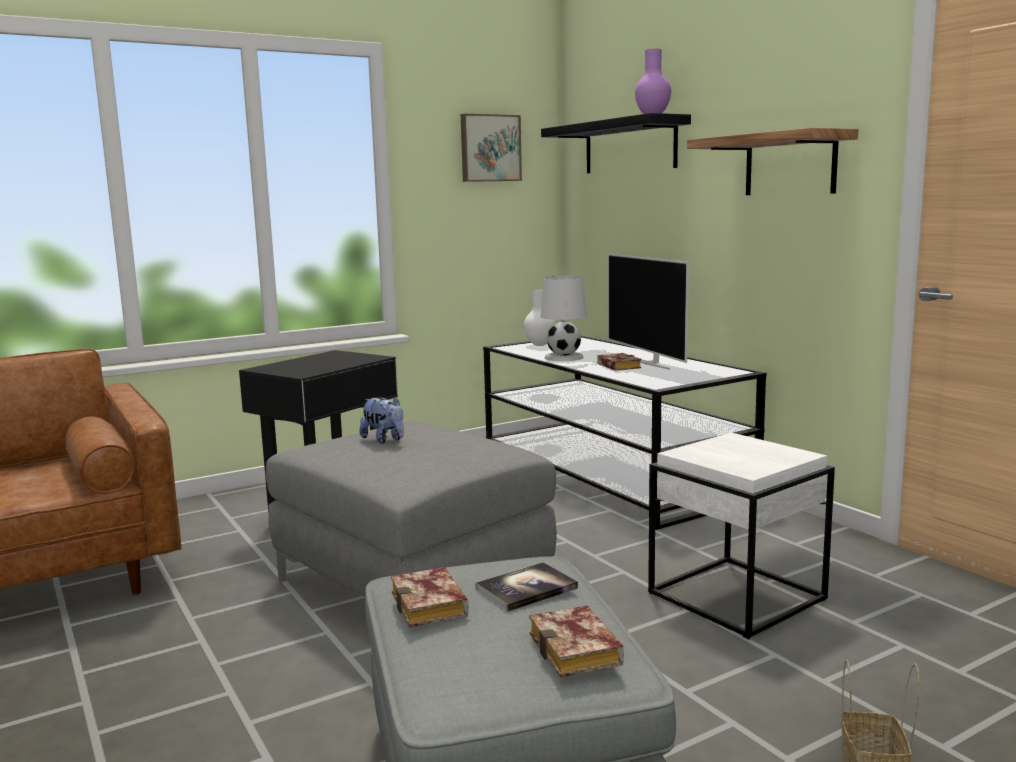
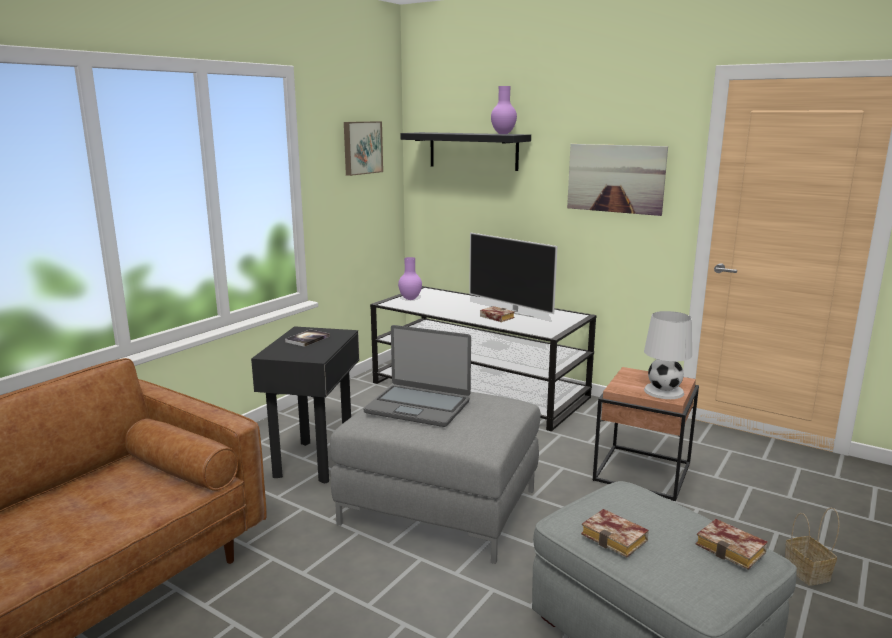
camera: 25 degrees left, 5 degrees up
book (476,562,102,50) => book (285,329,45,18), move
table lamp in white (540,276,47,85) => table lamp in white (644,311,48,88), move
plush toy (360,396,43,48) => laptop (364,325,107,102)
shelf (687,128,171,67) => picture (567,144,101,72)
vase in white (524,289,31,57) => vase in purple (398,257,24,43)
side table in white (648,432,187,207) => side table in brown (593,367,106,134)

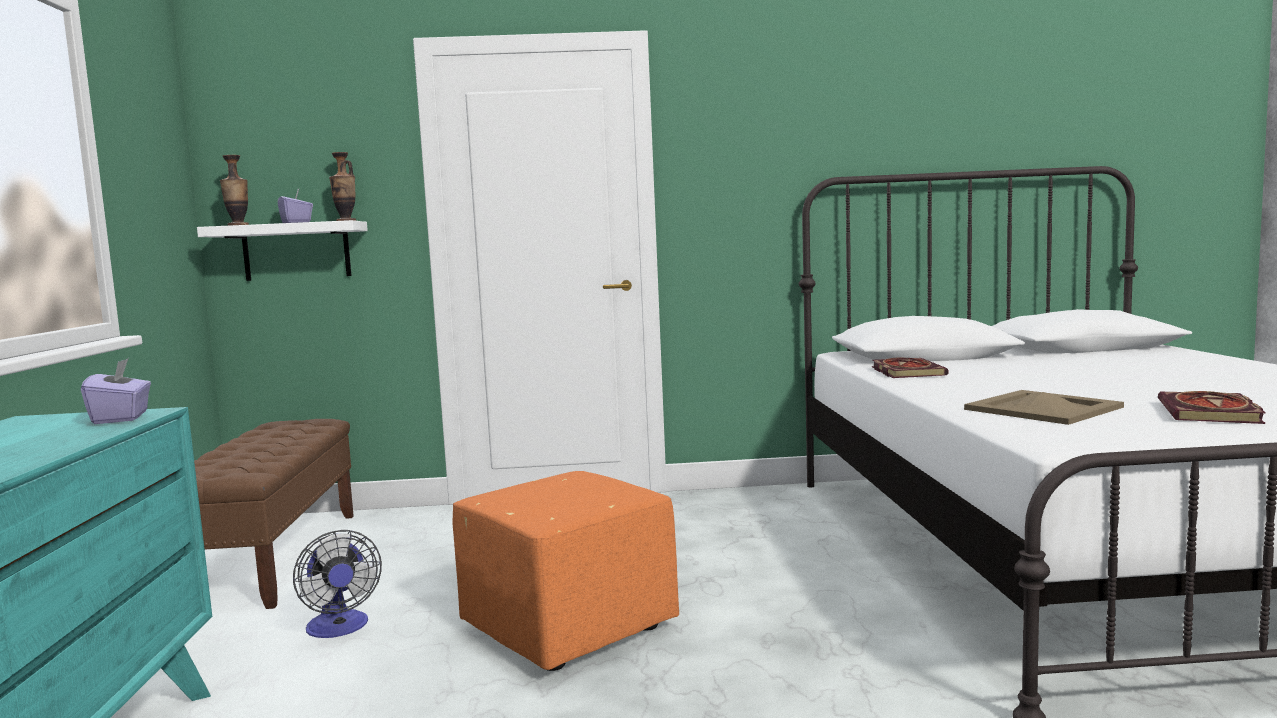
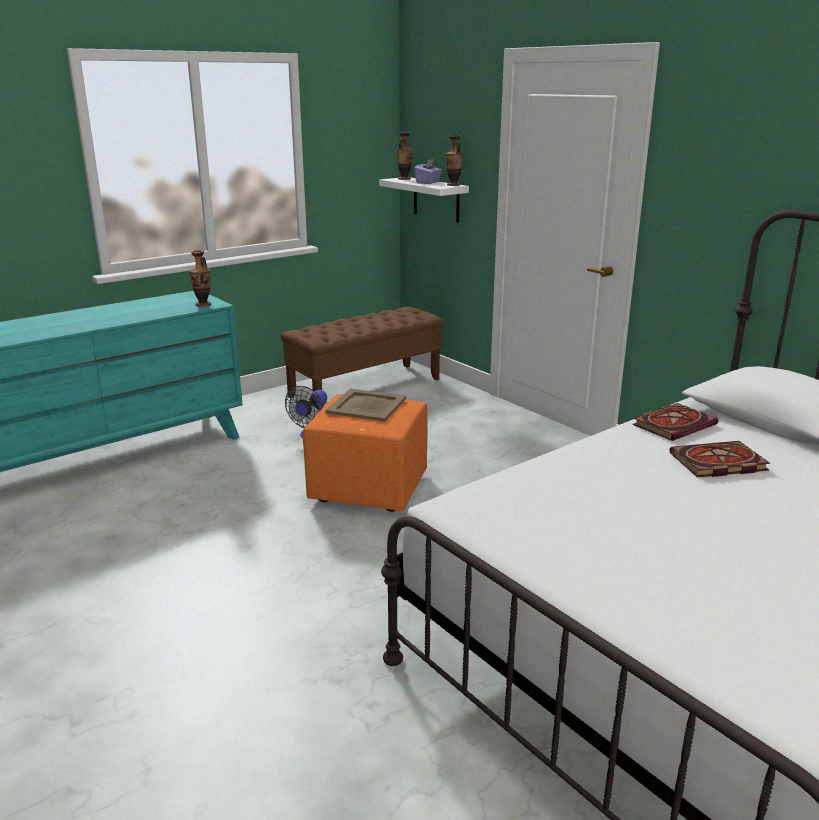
camera: 55 degrees right, 15 degrees up
tray in beige (964,390,160,35) => tray in beige (325,389,81,33), move
book (1158,391,108,33) => book (669,441,101,36), move
tissue box in purple (81,358,70,66) => vase (190,250,21,57)

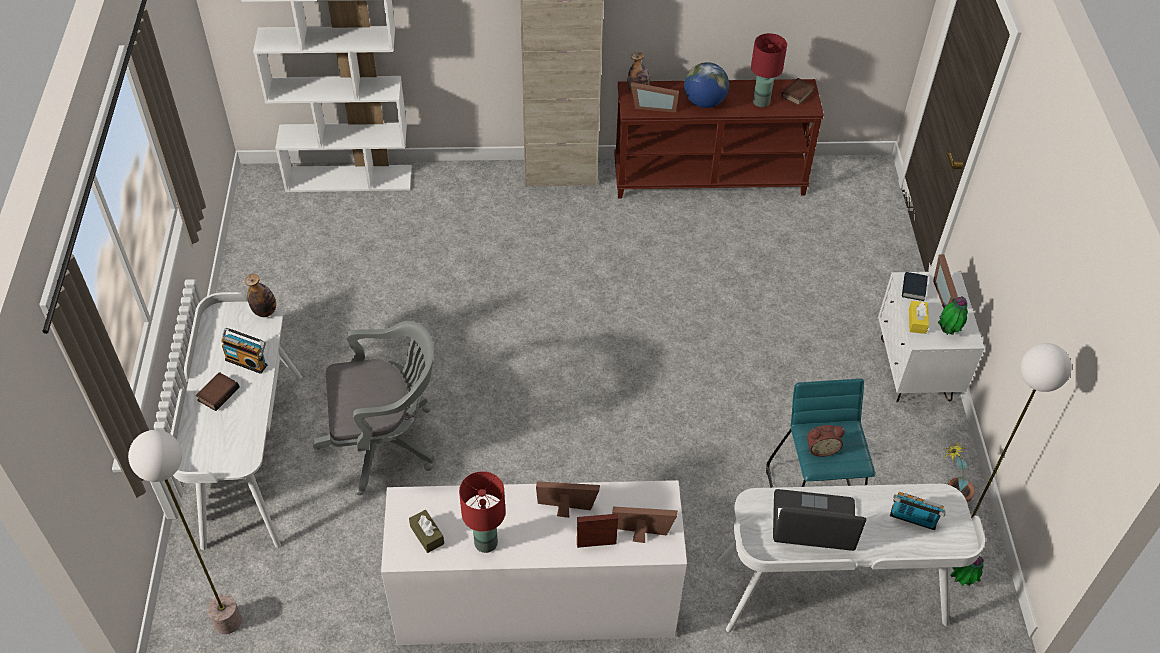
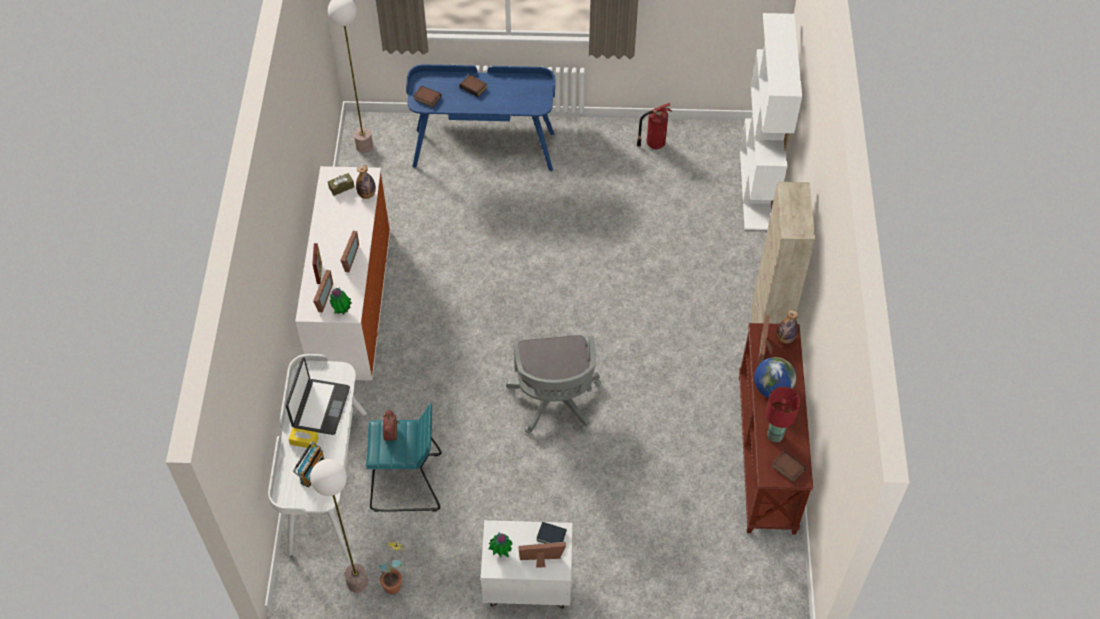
camera: 95 degrees right, 5 degrees up
radio (221,328,46,46) => nothing
table lamp in red (459,471,47,82) => nothing
nothing => book (413,85,28,22)
nothing => fire extinguisher (637,103,35,46)
bottle (245,274,31,43) => bottle (356,165,20,34), move
office chair in grey (313,321,122,174) => office chair in grey (506,335,95,98), move
tissue box in yellow (909,301,20,33) => tissue box in yellow (289,428,30,21), move
potted plant (950,556,34,31) => potted plant (330,287,22,28), move
desk in white (170,292,132,258) => desk in blue (406,64,149,107)

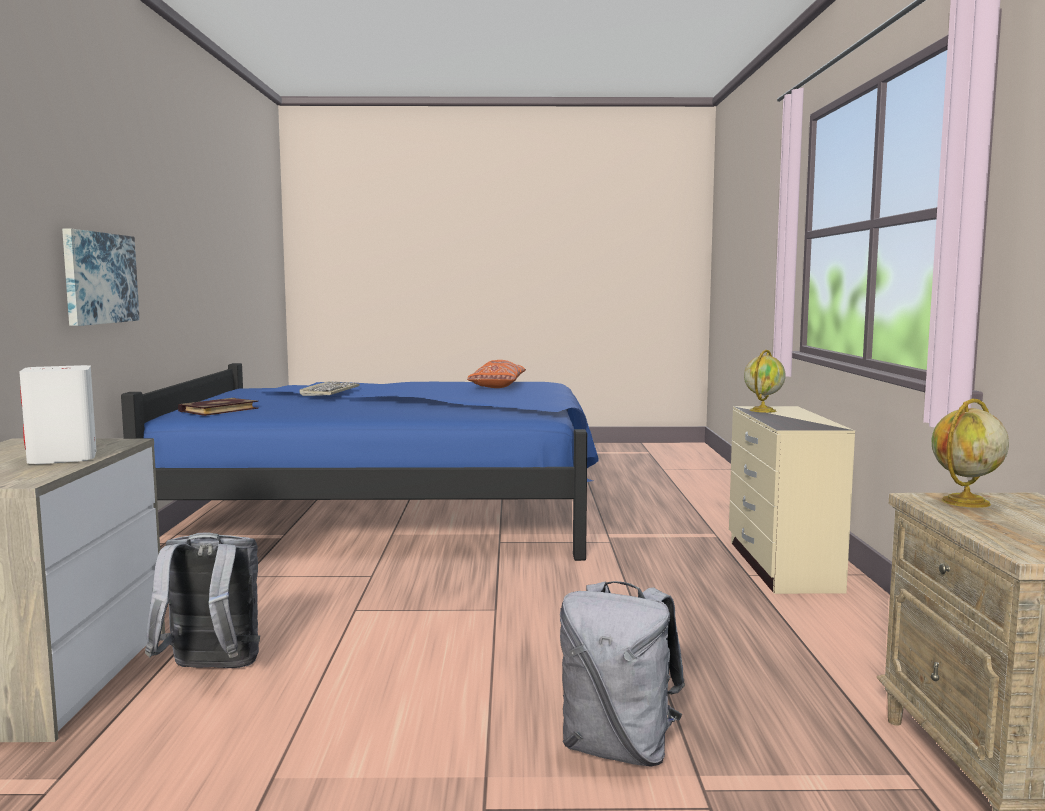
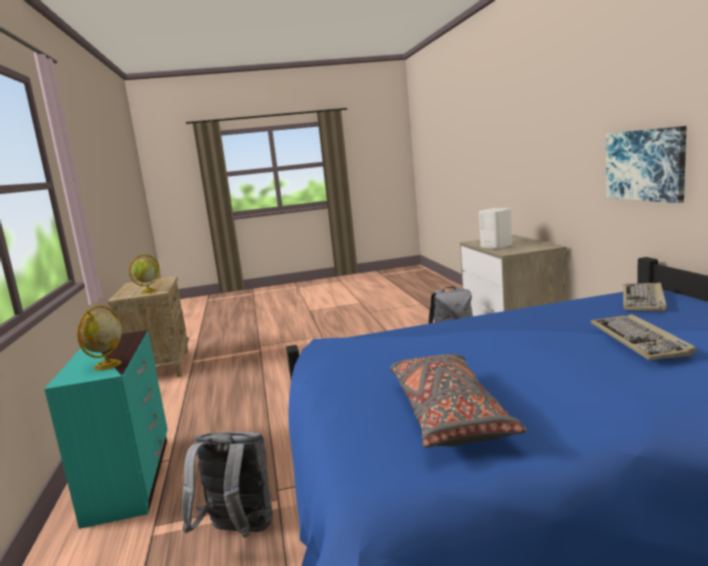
camera: 170 degrees right, 5 degrees up
backpack in grey (560,581,125,186) => backpack in grey (182,431,91,107), move
book (178,398,80,18) => keyboard (623,282,44,30)
pillow in orange (467,360,59,28) => pillow in grey (390,354,136,93)
dresser in beige (729,406,126,188) => dresser in turquoise (44,330,124,199)

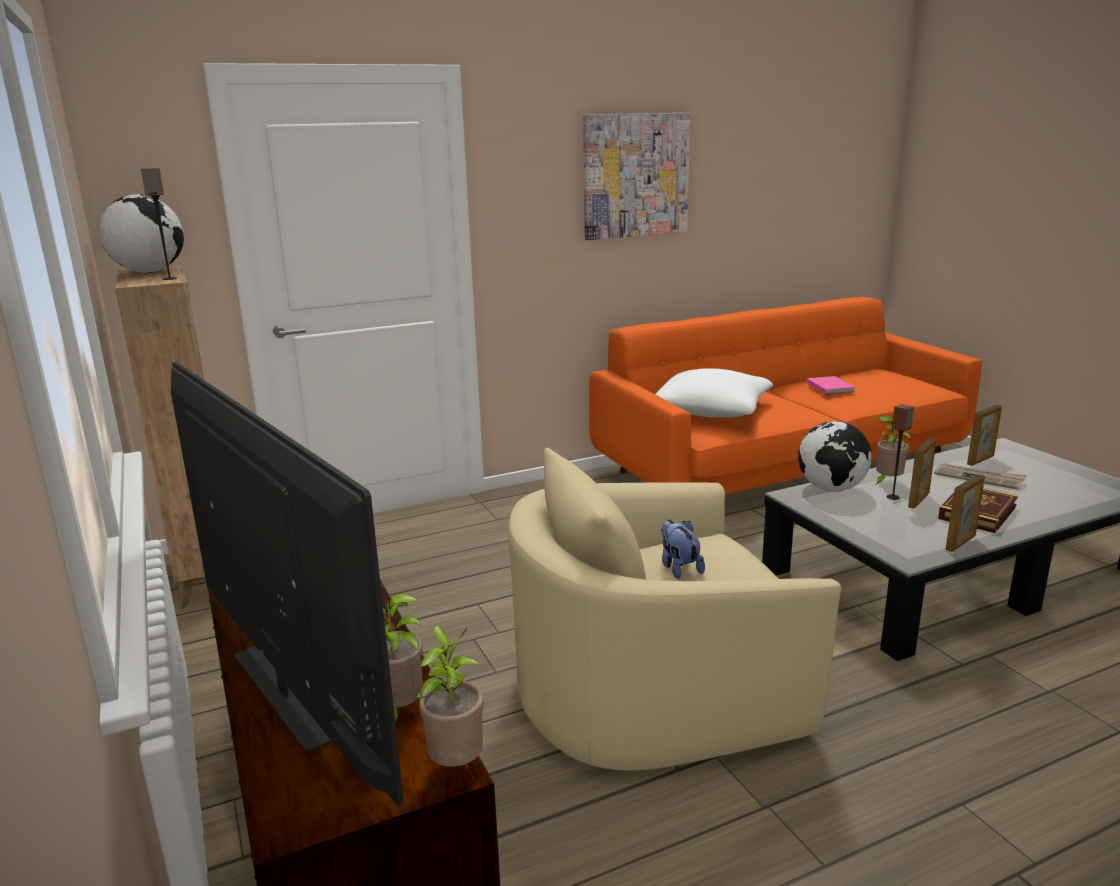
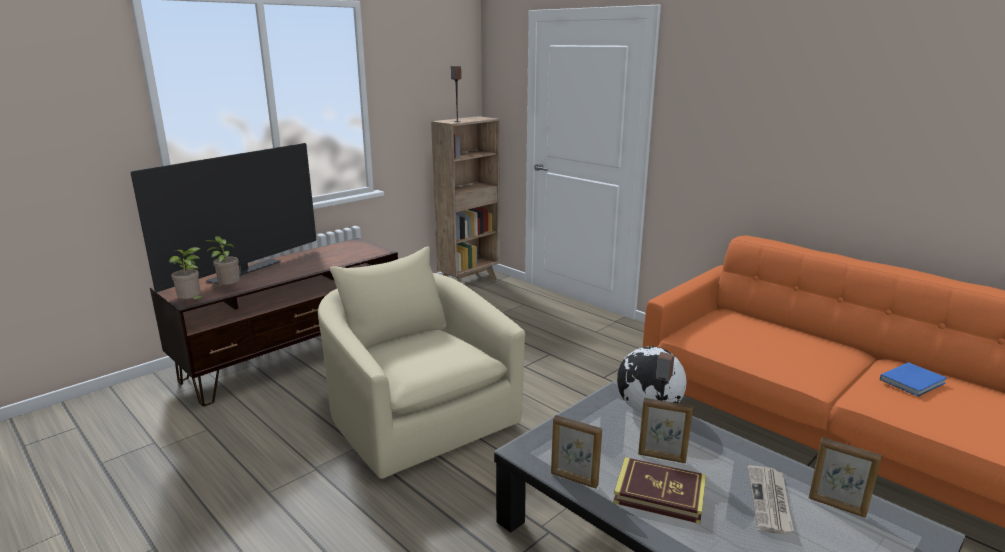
camera: 70 degrees right, 0 degrees up
globe (100,194,84,79) => nothing
picture (583,113,107,127) => nothing
pillow in white (655,368,118,50) => nothing
plush toy (661,519,44,60) => nothing
potted plant (876,415,34,69) => nothing
book in pink (807,376,48,19) => book in blue (880,362,67,35)

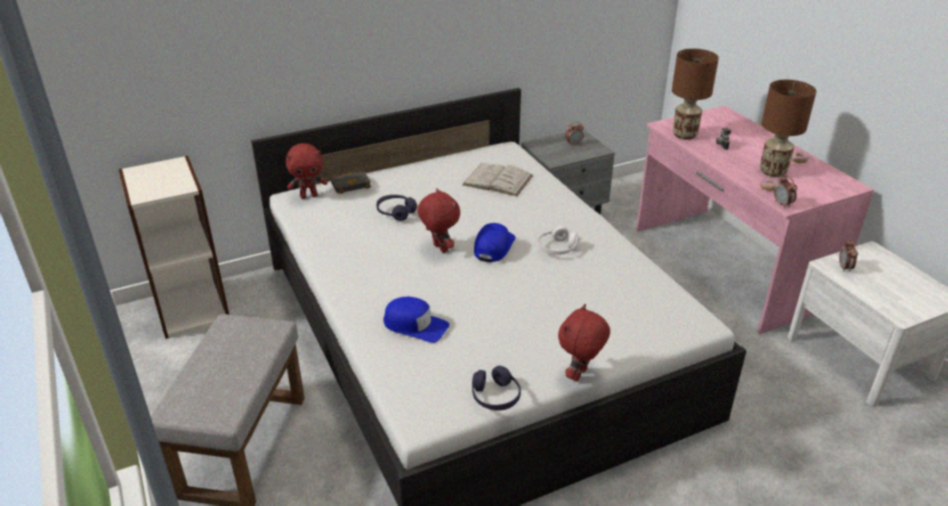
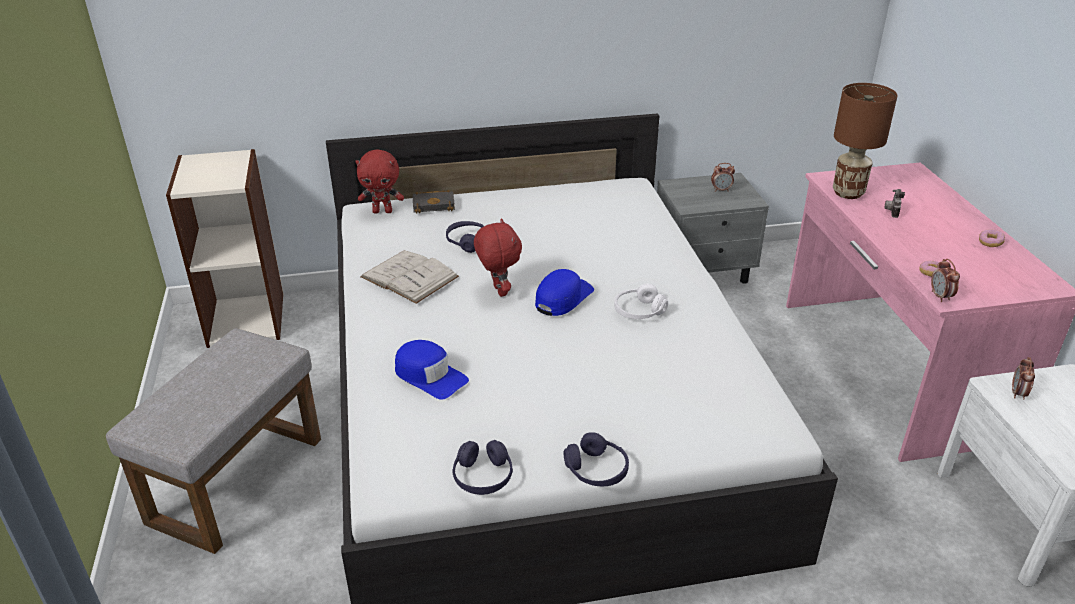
camera: 15 degrees right, 0 degrees up
table lamp in brown (760,80,56,97) => nothing
book in white (462,163,71,33) => book in white (360,250,99,54), move
plush toy in red (558,304,52,77) => headphones in purple (564,432,65,54)

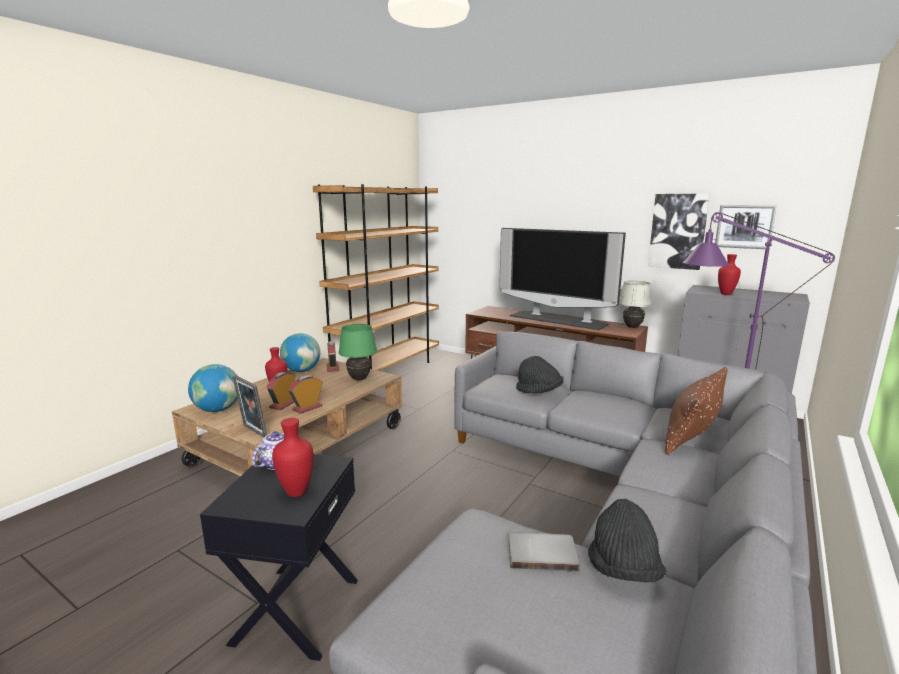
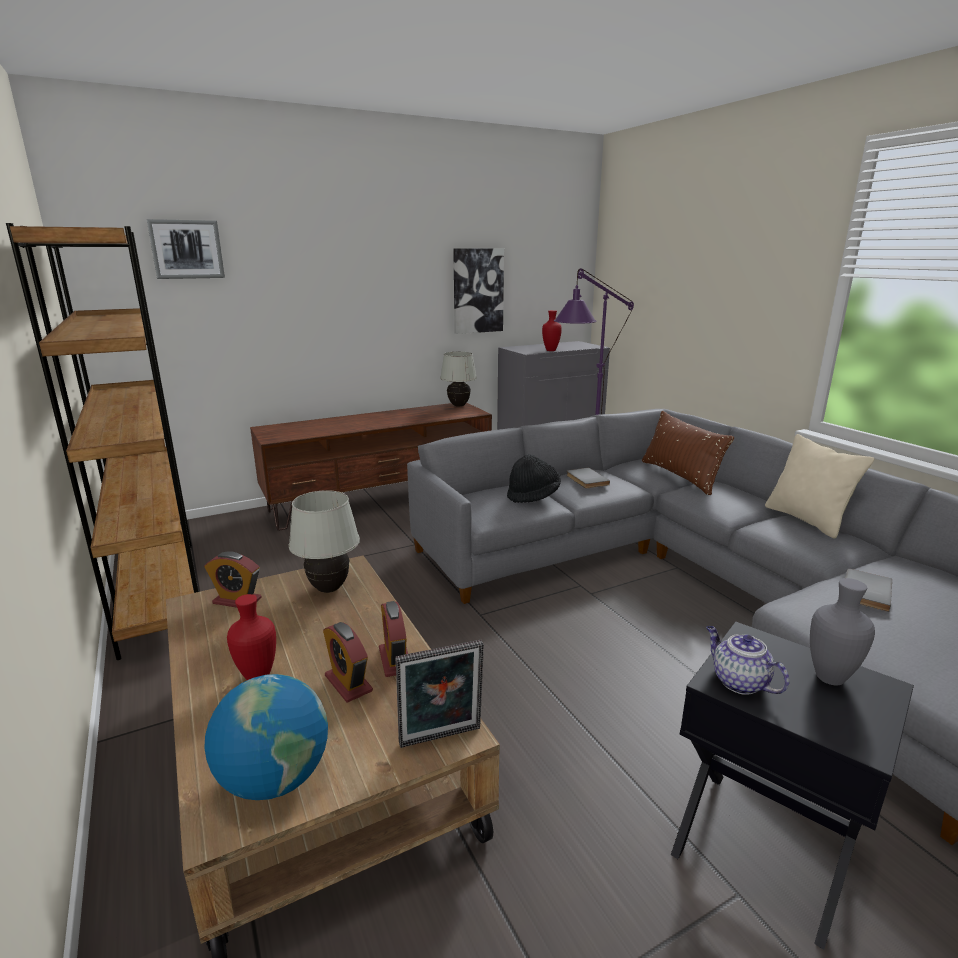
camera: 60 degrees left, 5 degrees up
globe (280,333,40,39) => nothing
television (499,228,127,102) => nothing
hat in black (588,499,78,84) => nothing
nothing => book in grey (567,468,43,20)
nothing => pillow in beige (765,434,109,105)
picture (715,205,62,44) => picture (147,219,78,60), move
vase in red (272,418,41,79) => vase in grey (810,578,65,108)
table lamp in green (338,324,39,56) => table lamp in white (289,490,71,103)

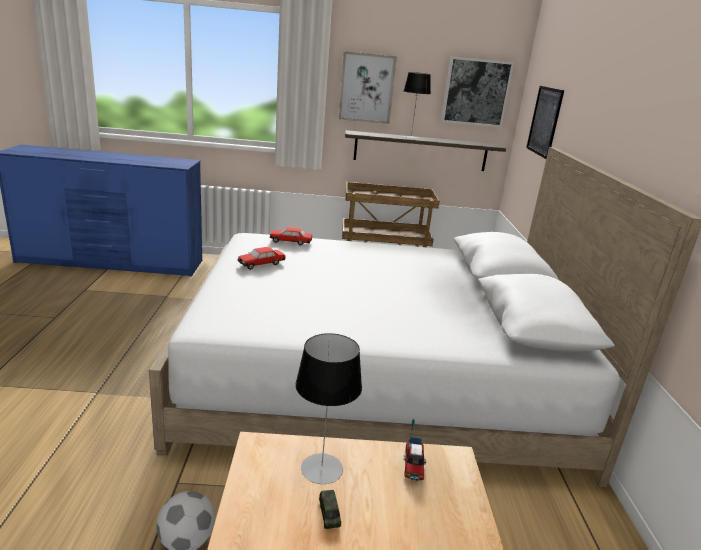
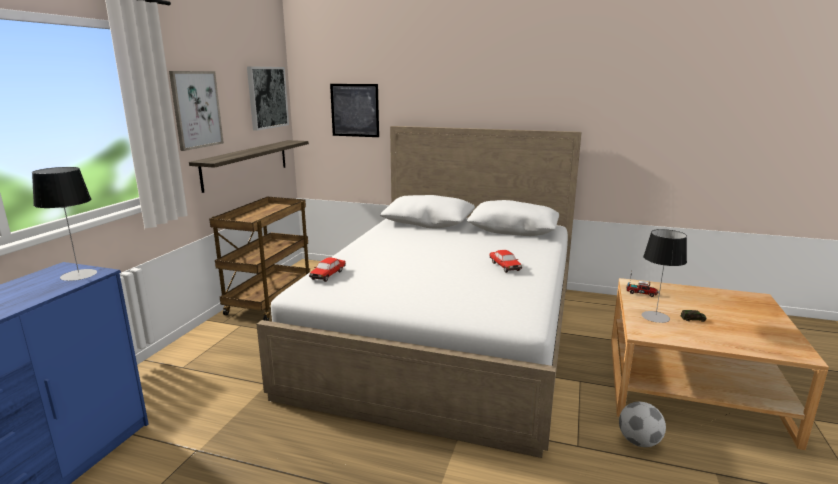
camera: 70 degrees left, 5 degrees down
toy car (238,247,48,23) => toy car (489,250,33,23), move
table lamp (402,72,29,67) => table lamp (32,167,65,114), move

